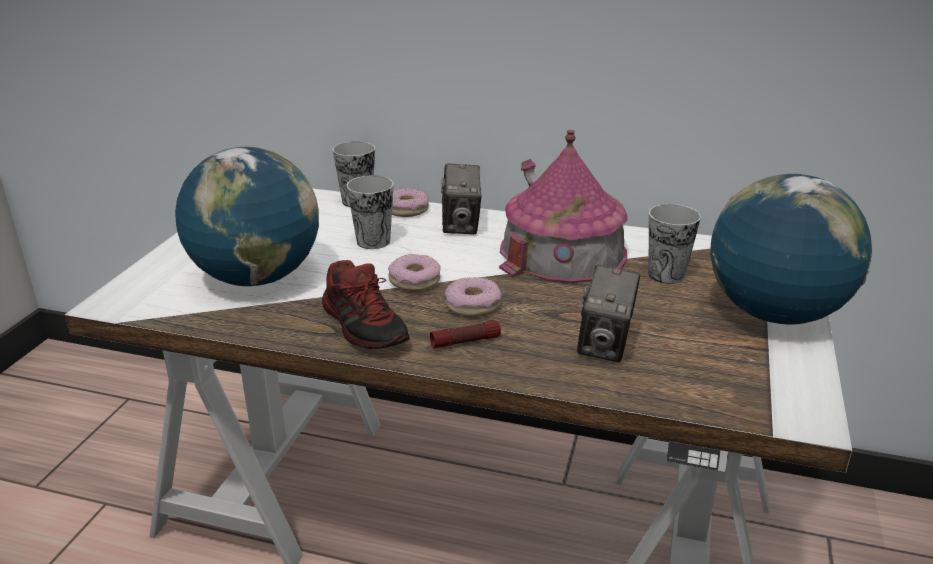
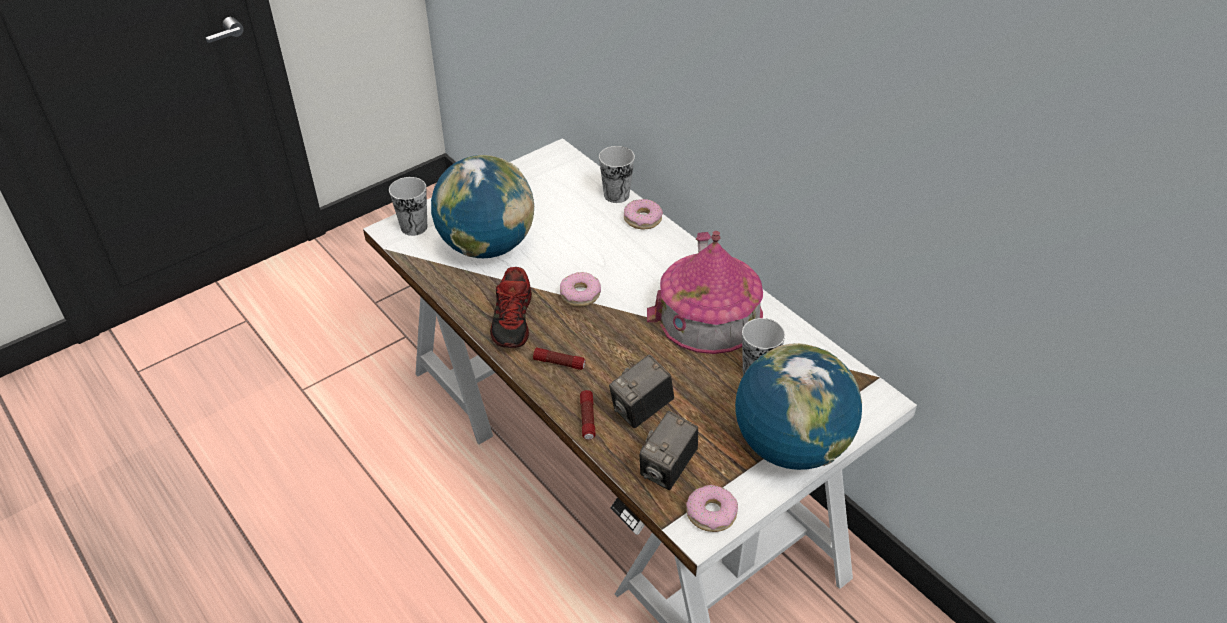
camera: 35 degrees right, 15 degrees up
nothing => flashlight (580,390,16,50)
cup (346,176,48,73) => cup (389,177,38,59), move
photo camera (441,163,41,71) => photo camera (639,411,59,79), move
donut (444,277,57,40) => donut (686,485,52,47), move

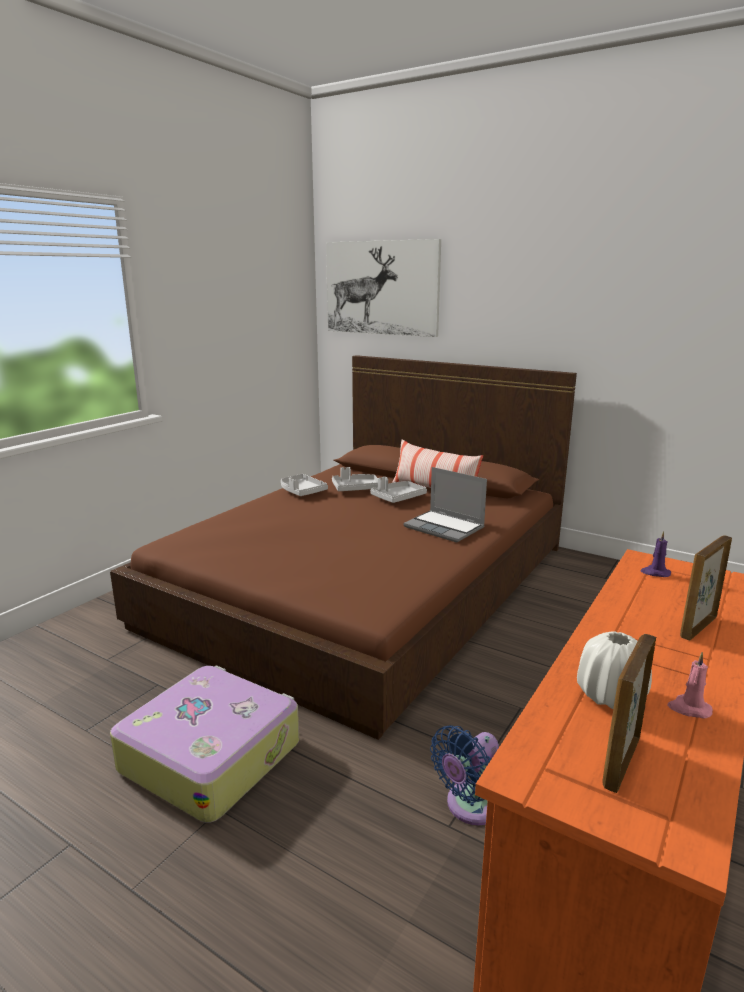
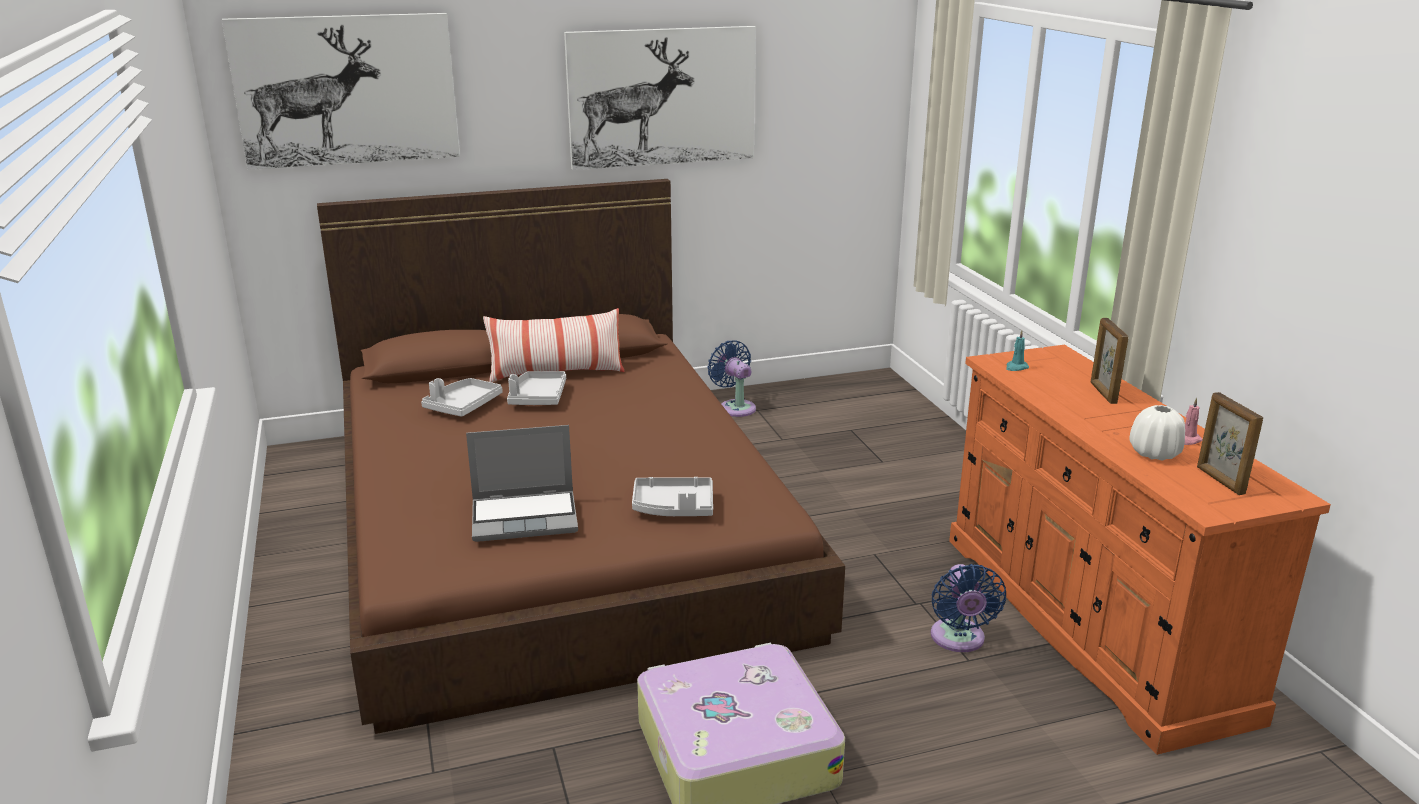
camera: 50 degrees left, 5 degrees up
nothing => picture (564,26,192,144)
nothing => fan in blue (707,340,49,77)
tray in grey (281,474,47,22) => tray in grey (632,477,81,39), move
laptop (404,467,83,76) => laptop (466,425,112,117), move
candle in purple (640,531,31,46) => candle in turquoise (1006,330,23,41)

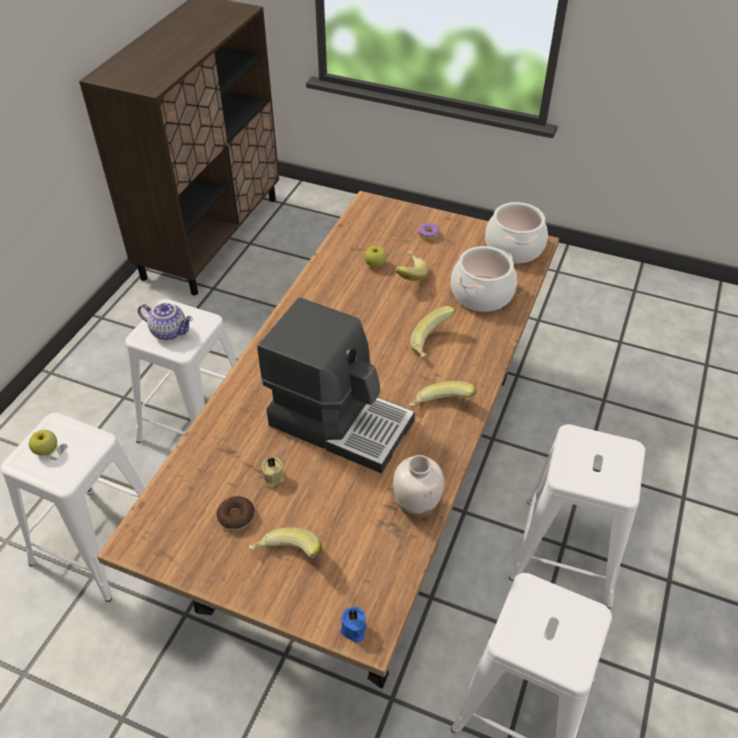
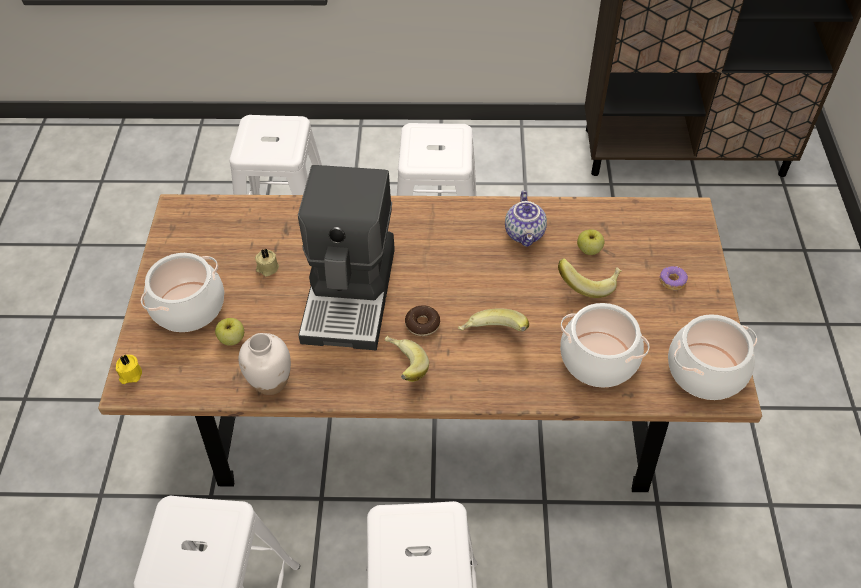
camera: 70 degrees right, 5 degrees up
apple (29,430,28,26) => apple (215,318,29,28), move
teapot (138,302,55,38) => teapot (505,191,42,56), move
donut (217,496,38,35) => donut (405,305,35,31), move
banana (249,527,73,32) => cooking pot (141,253,83,79)
candle in blue (340,607,27,36) => candle in yellow (116,355,26,29)

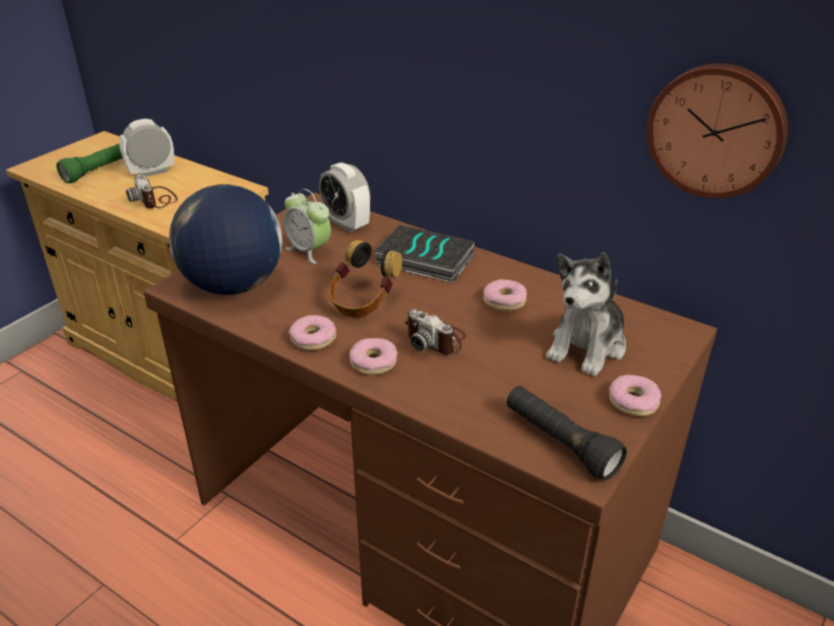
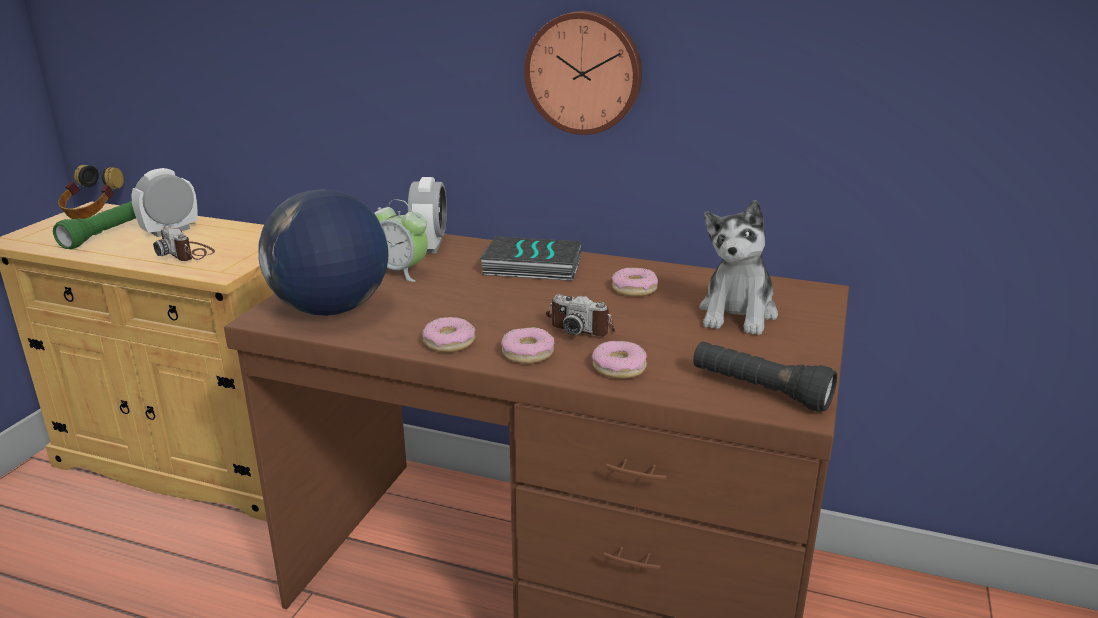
camera: 15 degrees left, 10 degrees down
headphones (329,240,73,78) => headphones (58,165,66,54), move
donut (609,374,52,42) => donut (592,341,55,38), move
wall clock (647,63,141,136) => wall clock (524,11,118,124), move
alarm clock (319,162,51,70) => alarm clock (408,177,39,76), 120 degrees counterclockwise

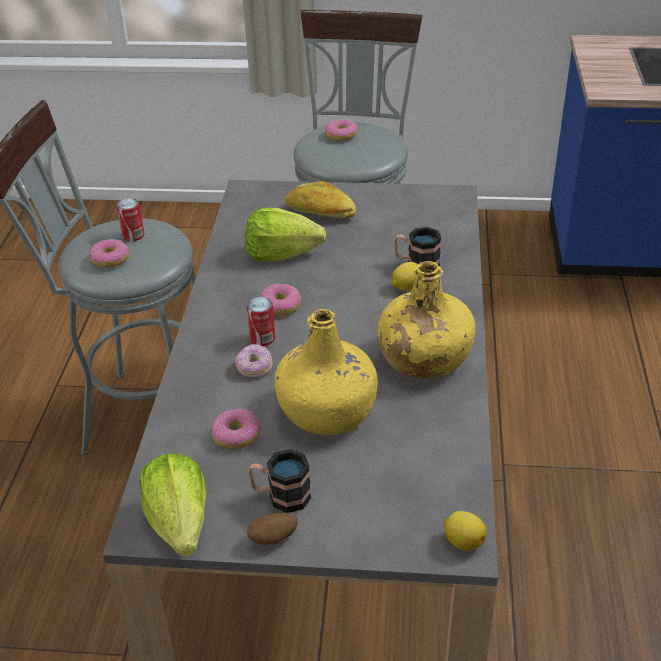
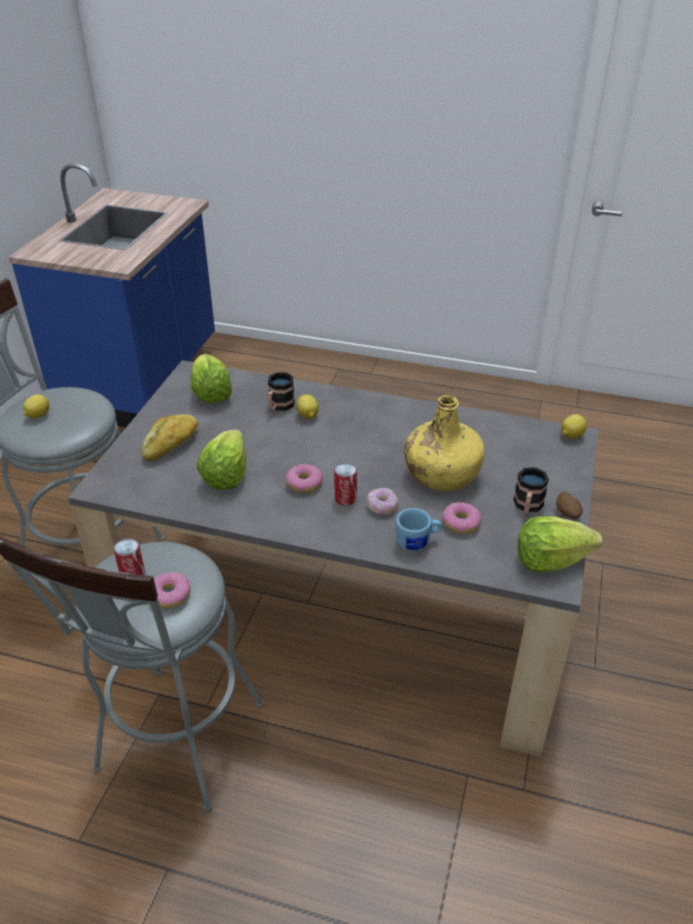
camera: 80 degrees left, 0 degrees up
bottle in yellow (377,261,99,118) => nothing
nothing => lettuce (191,354,41,49)
nothing => mug in blue (396,508,46,44)
donut (325,120,33,21) => lemon (23,394,26,25)

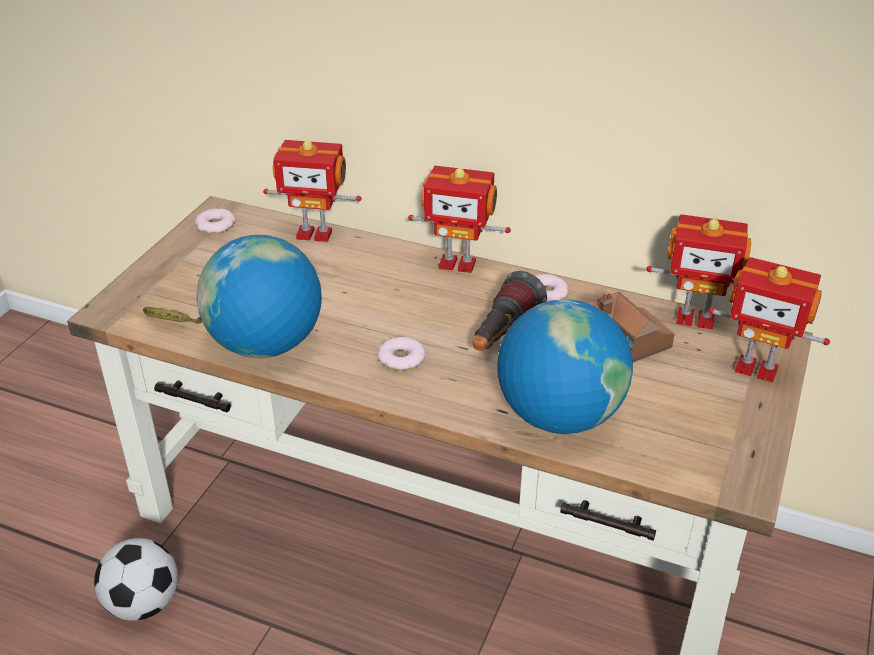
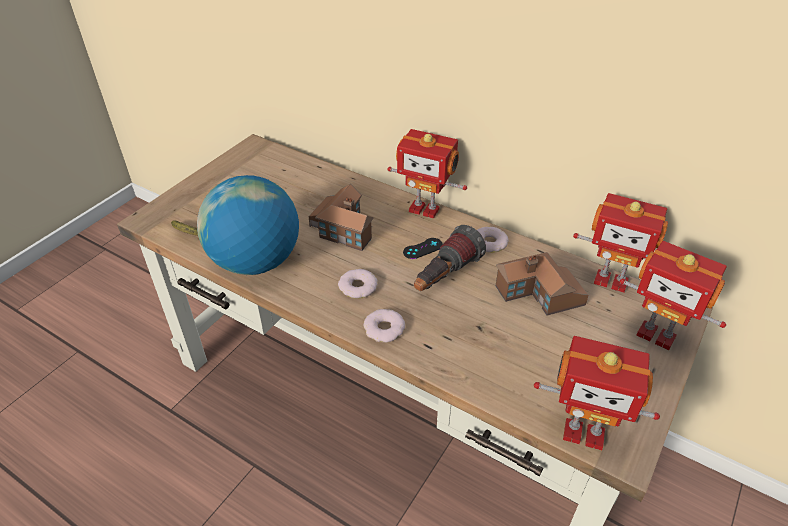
camera: 10 degrees right, 5 degrees up
football (94,538,84,83) => nothing
globe (497,299,136,135) => nothing
nothing => toy house (308,184,65,67)
nothing => game controller in black (403,238,40,21)
donut (195,209,41,25) => donut (364,309,41,34), move
toy robot (263,140,98,102) => toy robot (534,336,126,115), move

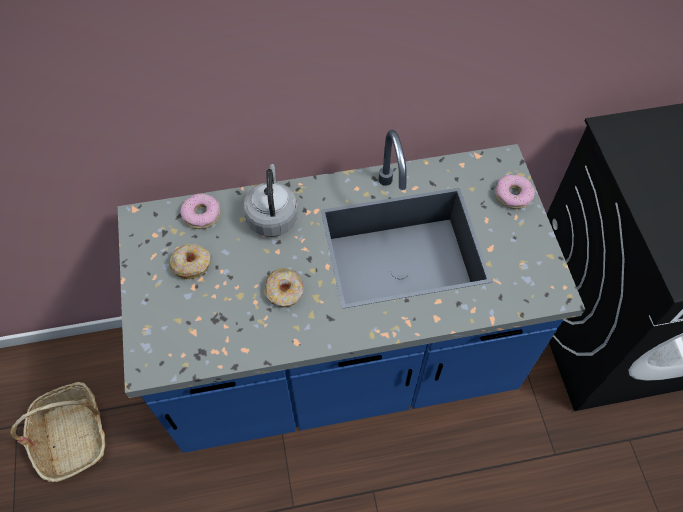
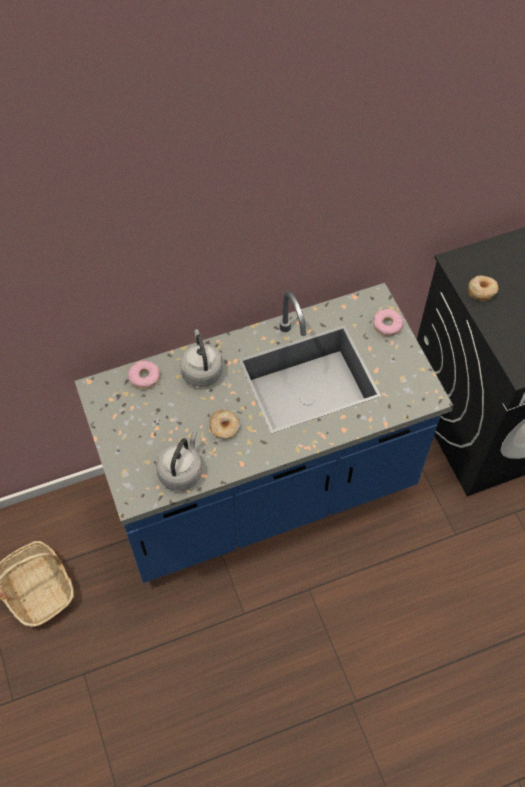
camera: 10 degrees left, 0 degrees up
nothing => kettle in grey (156,431,46,60)
donut (169,244,42,35) => donut (468,275,30,26), move

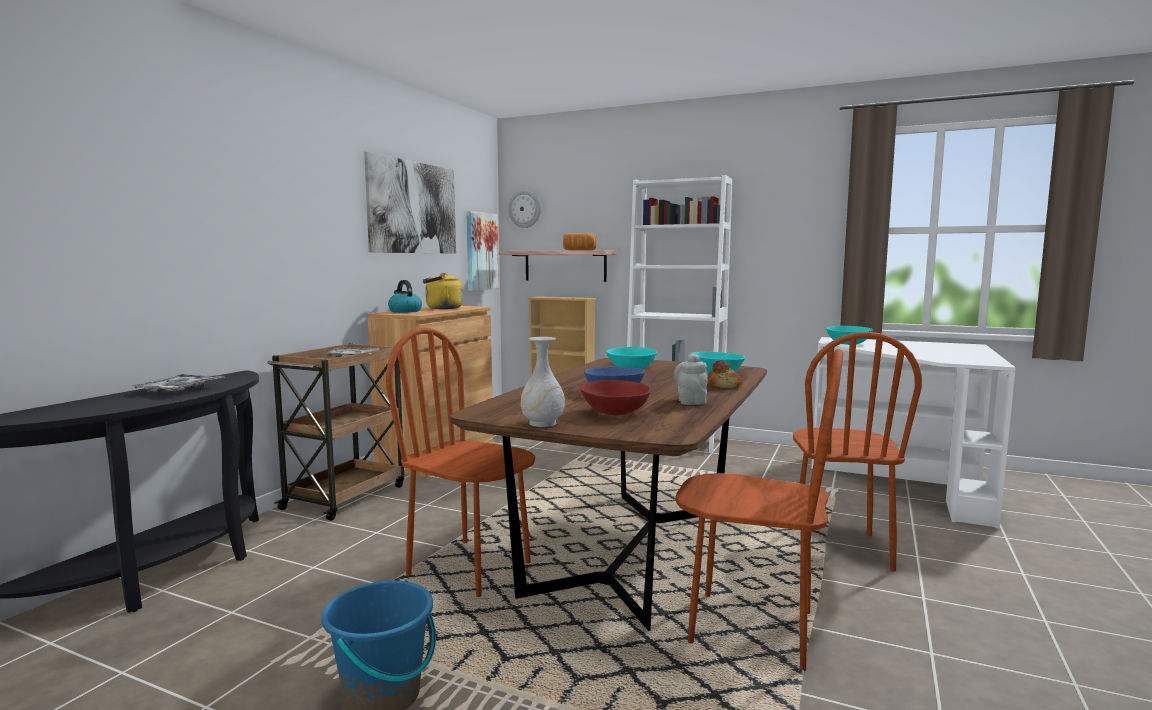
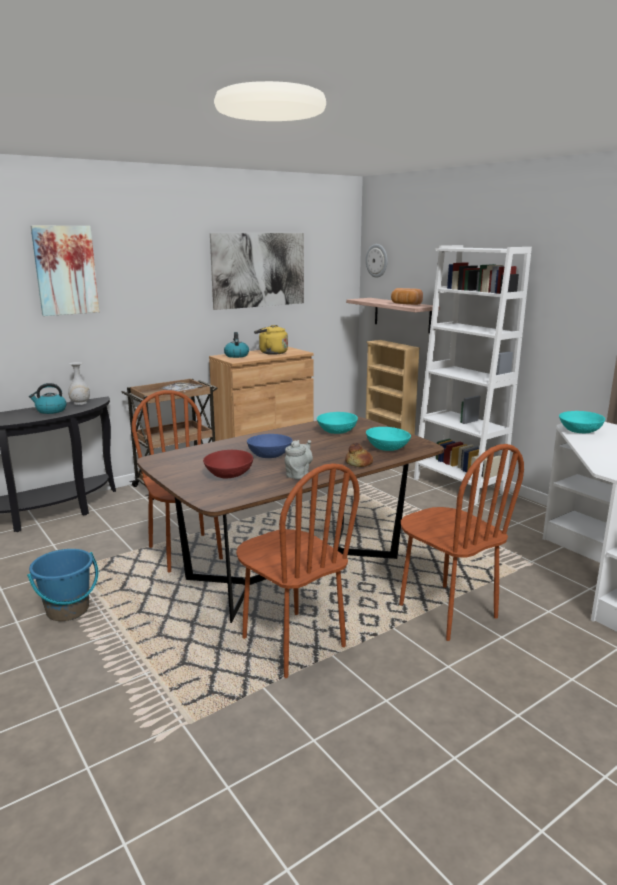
camera: 30 degrees right, 10 degrees up
picture (466,211,33,80) => picture (31,226,68,90), move
vase in white (521,337,44,90) => vase in white (68,362,22,43), move
tray (132,374,94,18) => kettle (29,383,38,31)
chair in brown (793,332,129,240) => chair in brown (399,444,125,197), 75 degrees counterclockwise

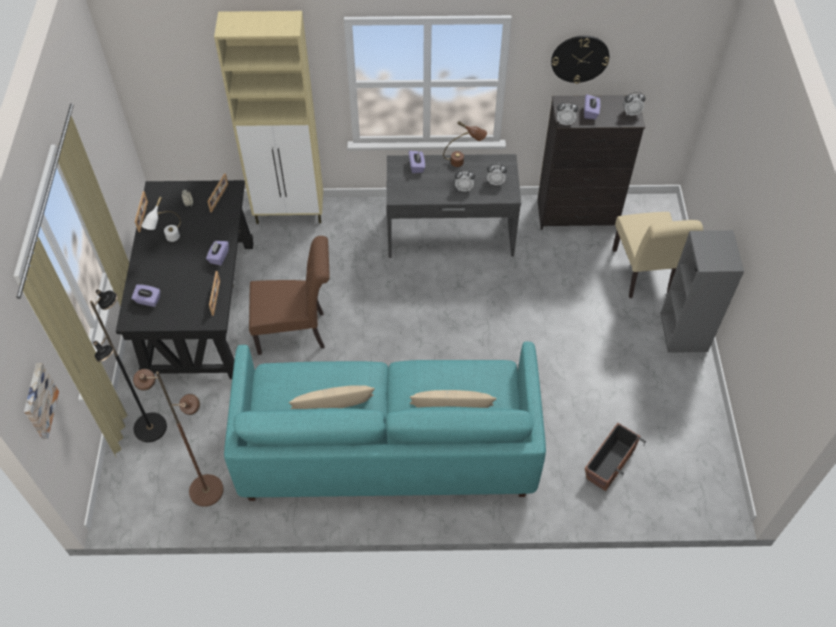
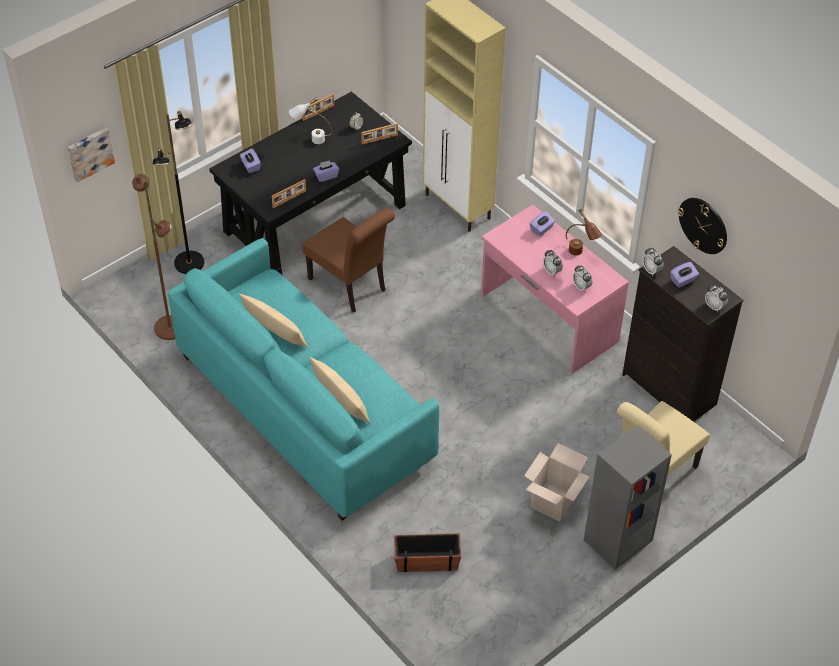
camera: 50 degrees right, 5 degrees down
nothing => cardboard box (524,443,66,79)
desk in grey (386,154,135,104) => desk in pink (481,205,148,169)

